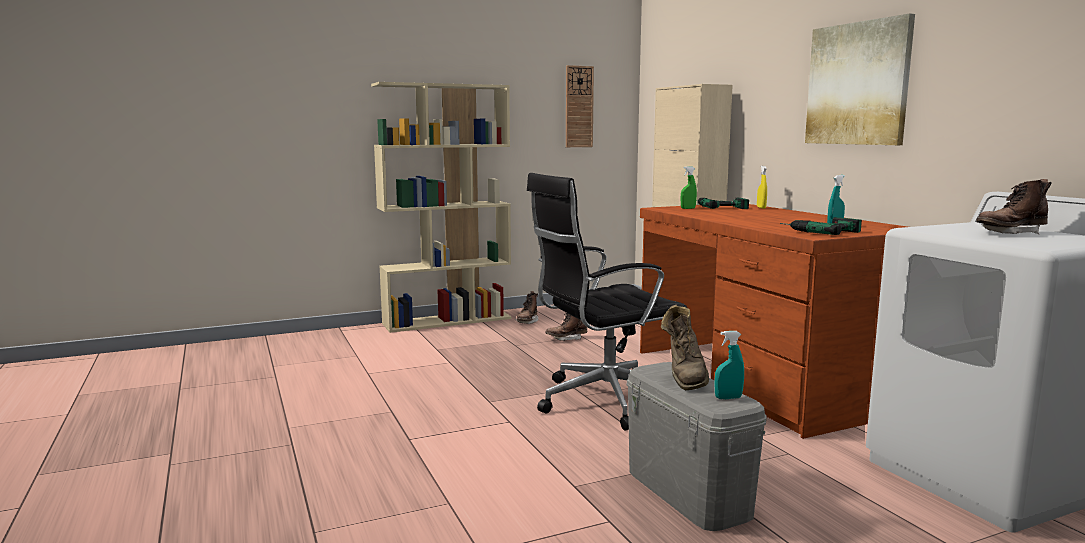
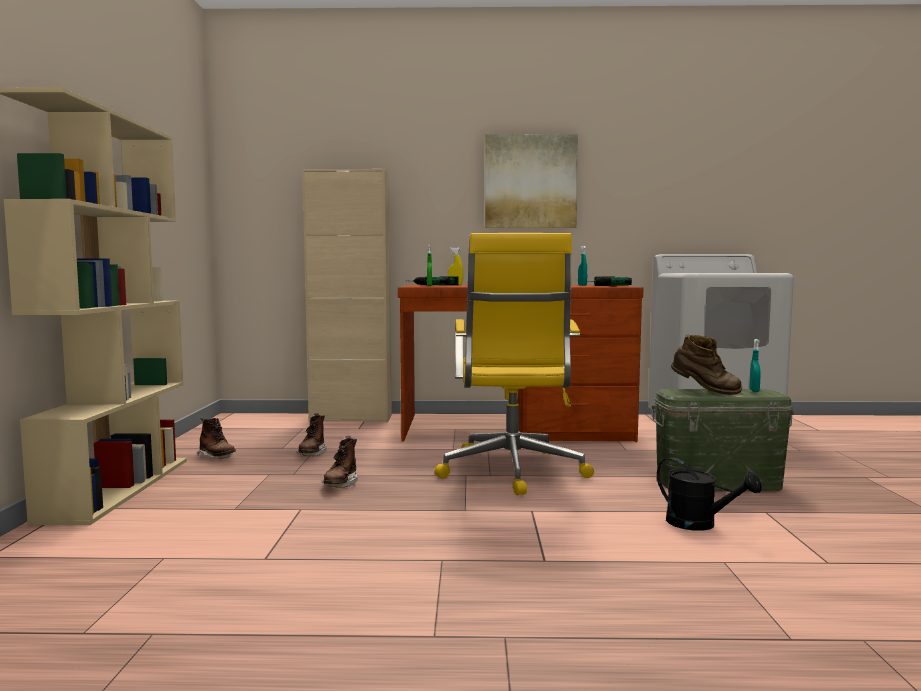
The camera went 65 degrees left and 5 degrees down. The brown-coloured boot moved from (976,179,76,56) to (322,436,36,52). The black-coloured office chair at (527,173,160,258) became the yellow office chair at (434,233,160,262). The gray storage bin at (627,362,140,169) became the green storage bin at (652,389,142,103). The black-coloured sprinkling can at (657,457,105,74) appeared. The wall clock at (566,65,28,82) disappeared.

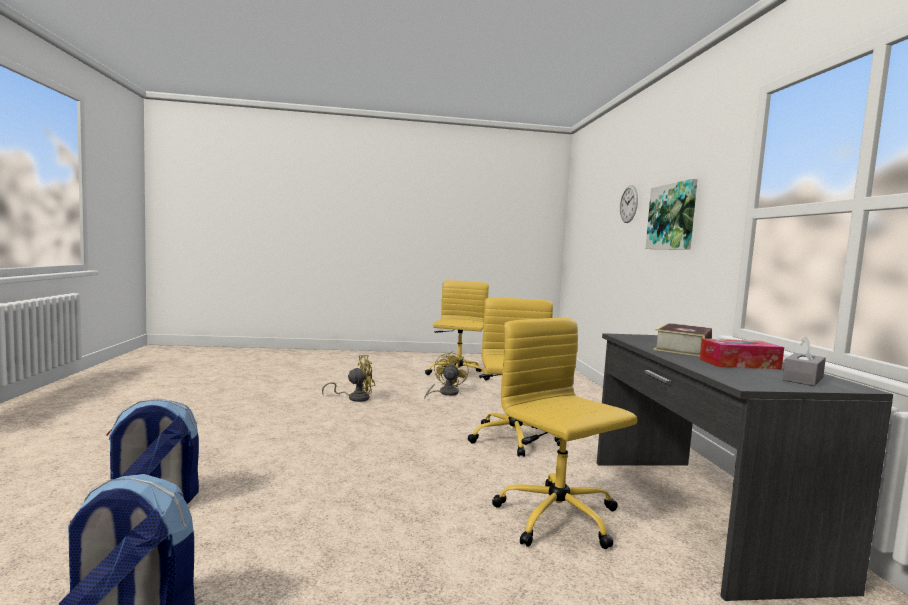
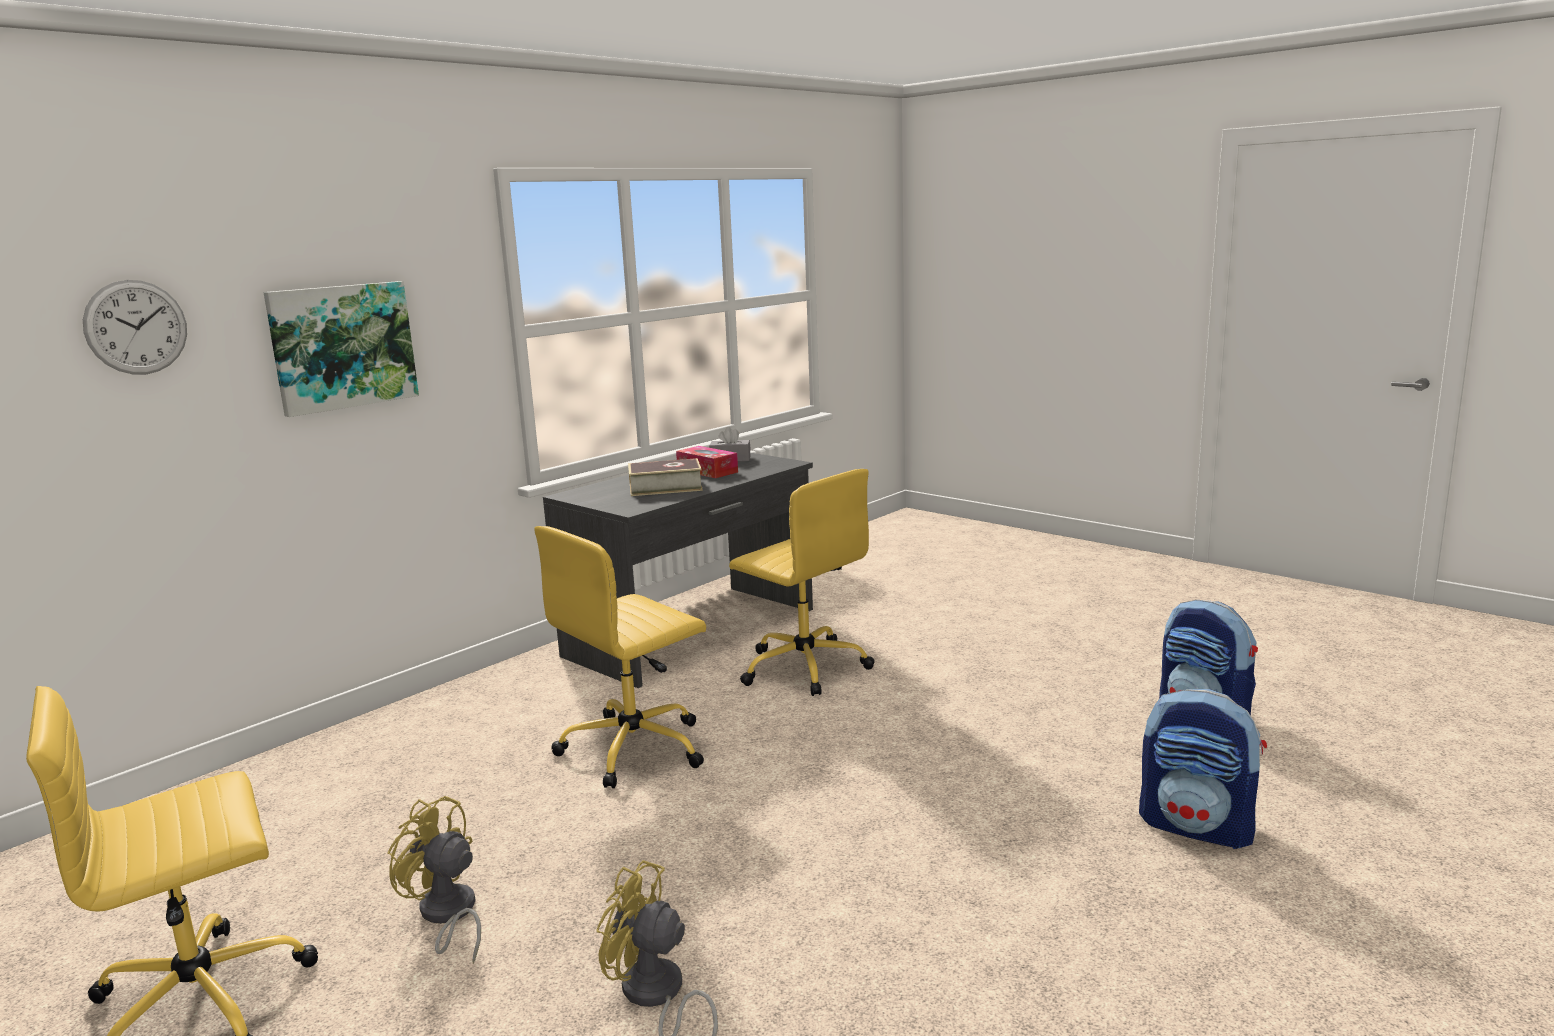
The camera went 130 degrees left and 10 degrees up. The yellow fan at (425,351,44,47) turned 60 degrees clockwise. The yellow office chair at (492,318,145,231) turned 60 degrees counterclockwise.

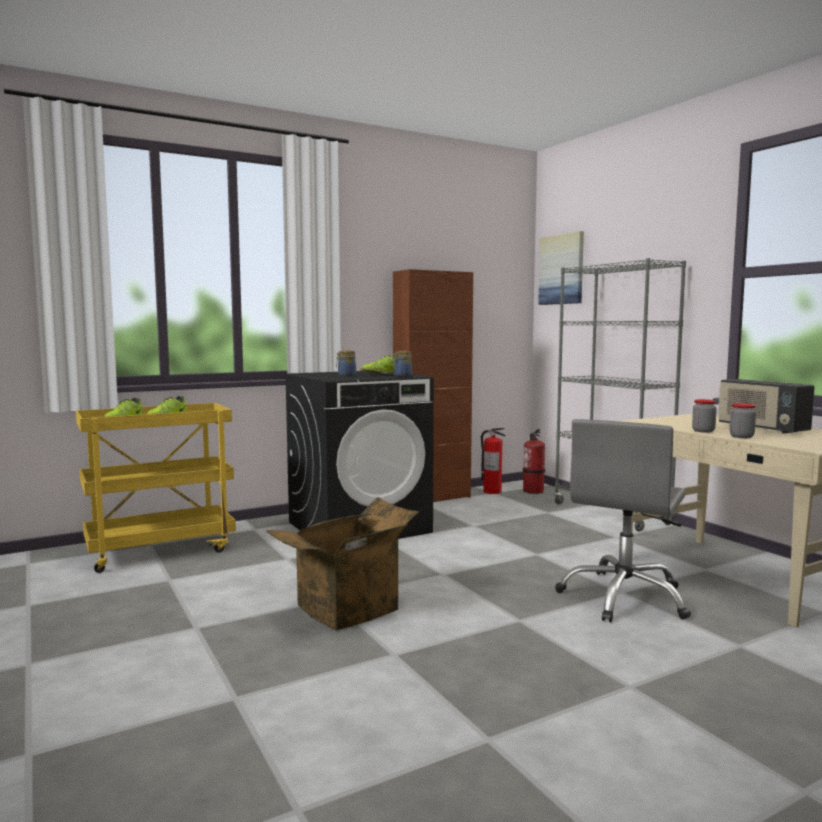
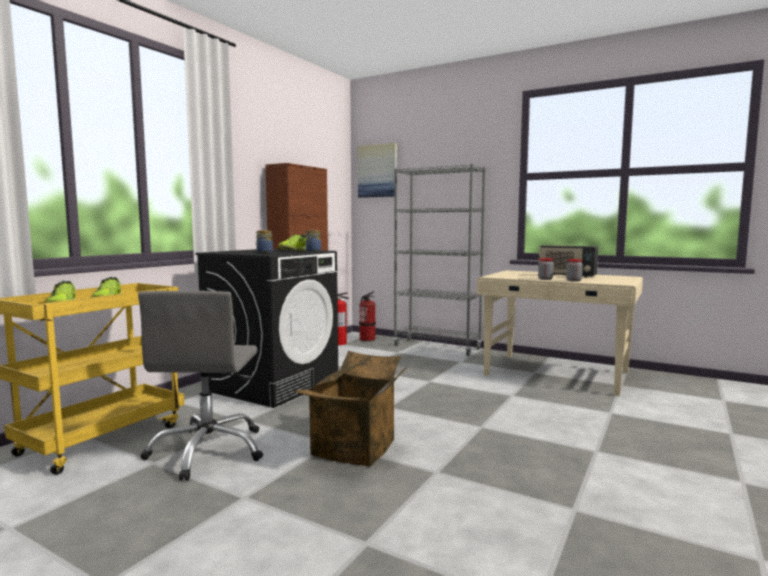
The camera went 30 degrees left and 0 degrees up. The gray office chair moved from (555,419,136,203) to (138,291,125,189).

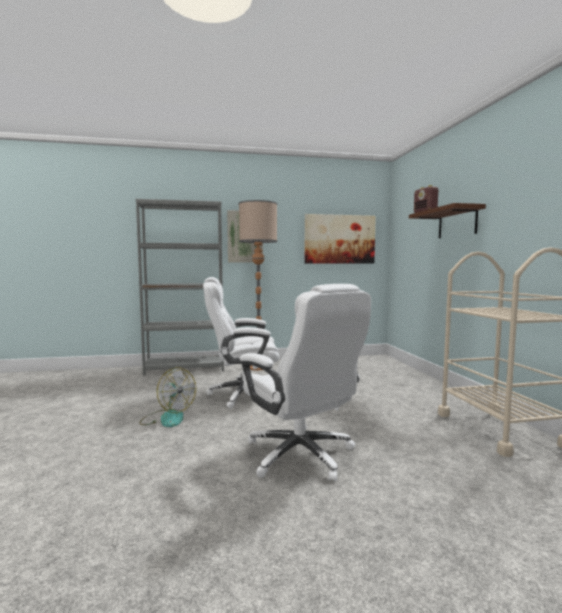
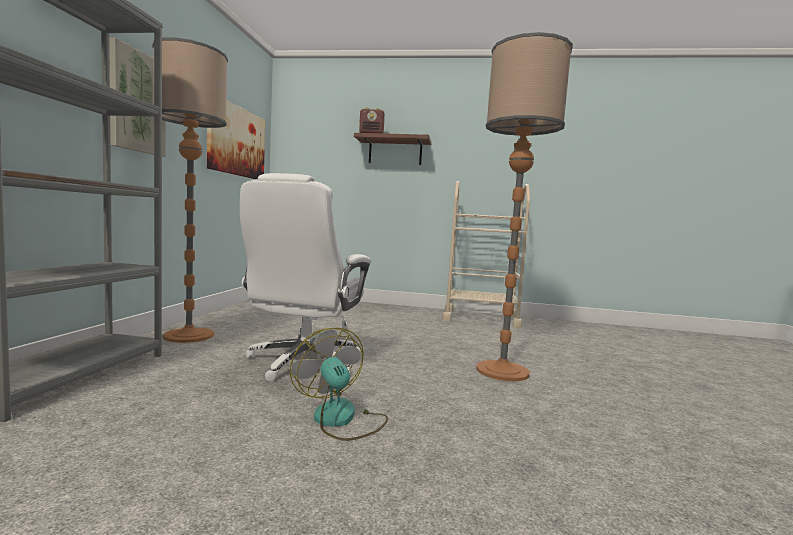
The camera went 70 degrees left and 0 degrees up. The fan at (140,367,56,60) turned 90 degrees counterclockwise. The white-coloured office chair at (240,284,131,198) was replaced by the standard lamp at (476,32,97,349).

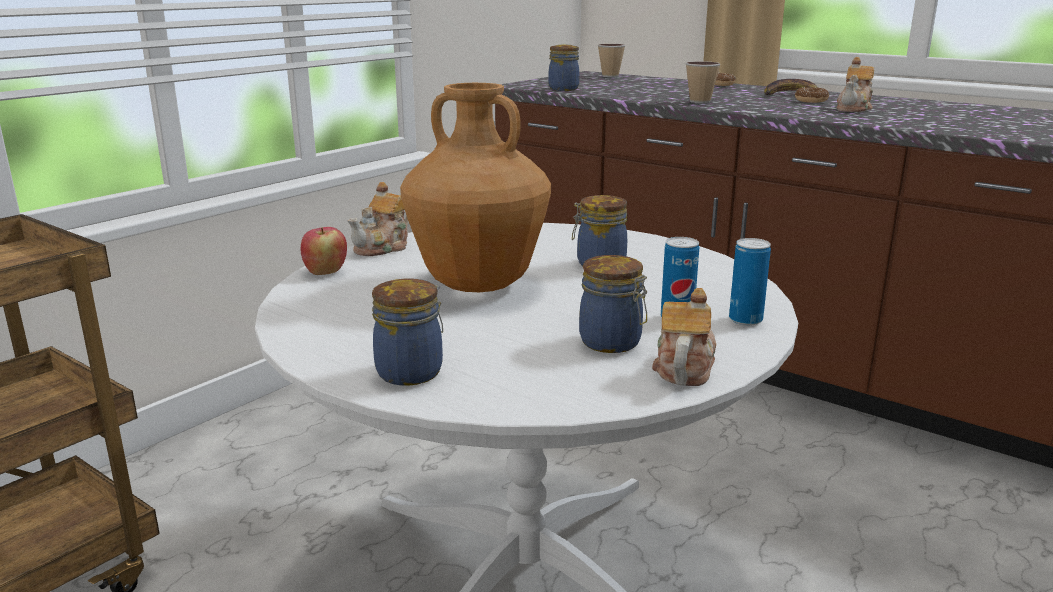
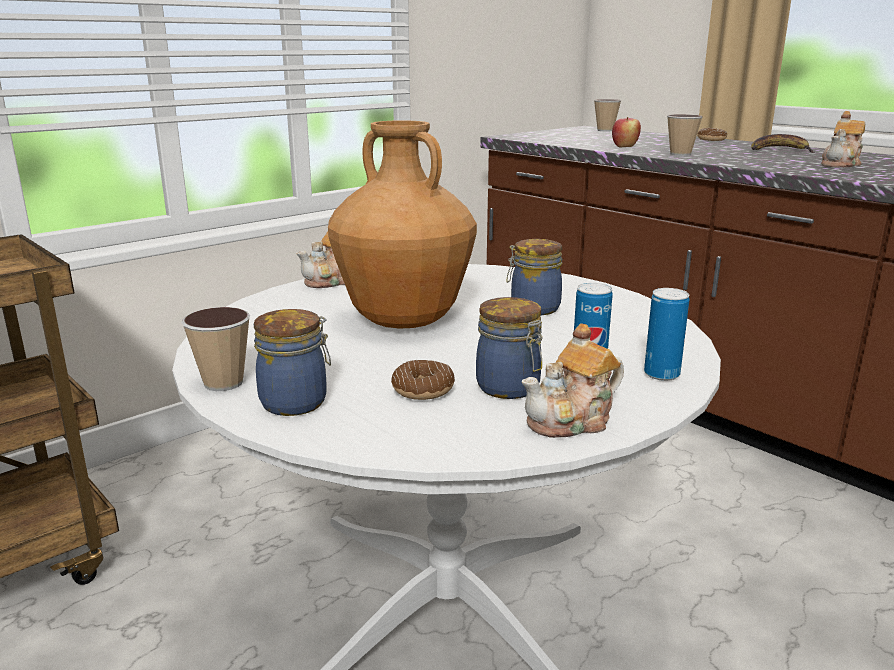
The camera went 10 degrees right and 0 degrees up. The cup at (181,307,69,84) appeared. The donut moved from (795,87,34,16) to (391,360,64,40). The teapot at (652,288,64,98) turned 150 degrees counterclockwise. The whole apple moved from (301,227,46,48) to (612,117,29,31). The preserve jar at (548,45,31,46) disappeared.

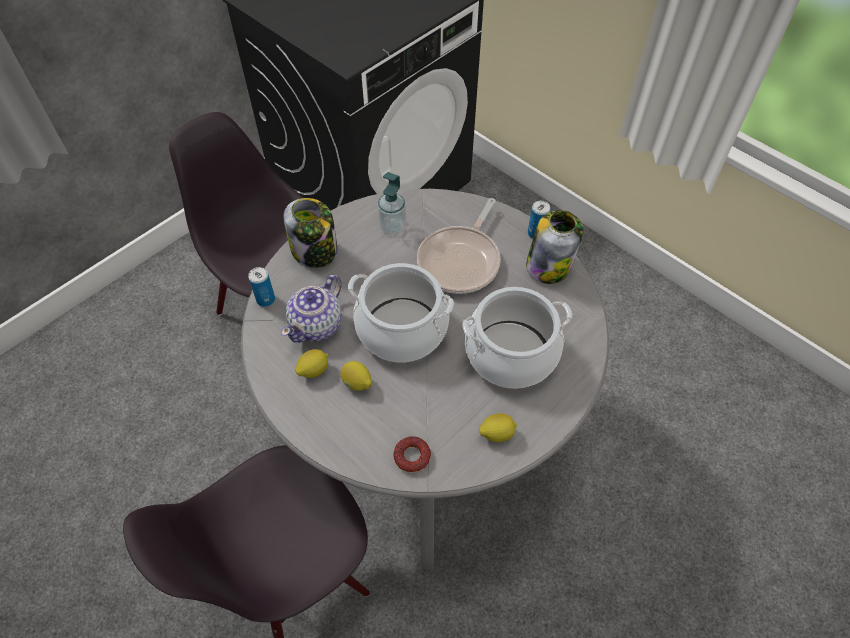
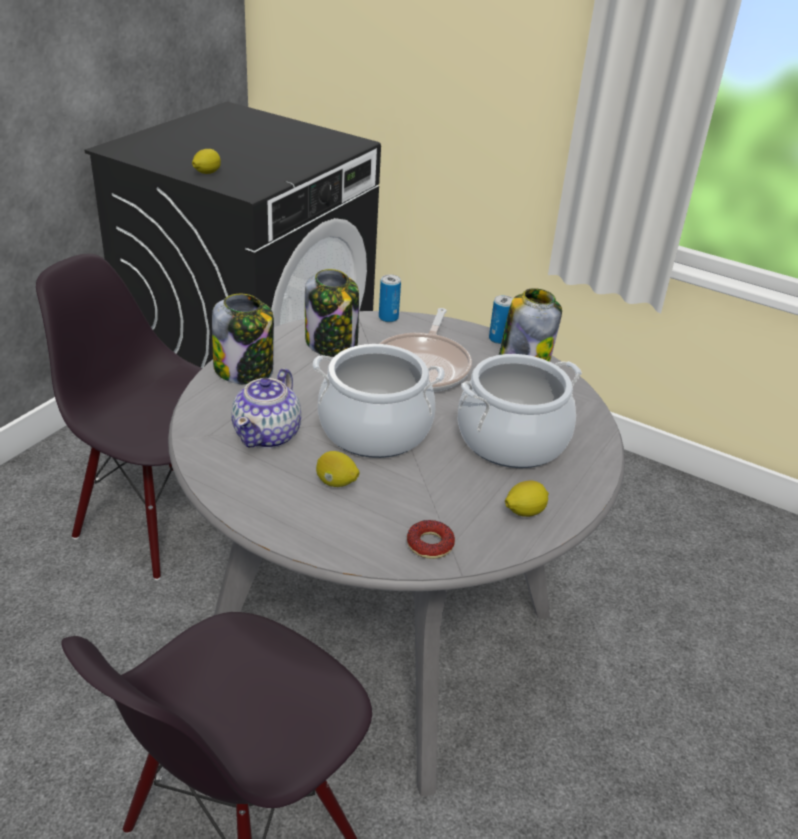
The camera went 15 degrees left and 20 degrees down. The citrus fruit moved from (295,349,33,29) to (192,149,29,25). The soap bottle at (377,172,29,62) was replaced by the preserve jar at (305,269,54,88). The can moved from (248,267,27,40) to (379,274,22,48).

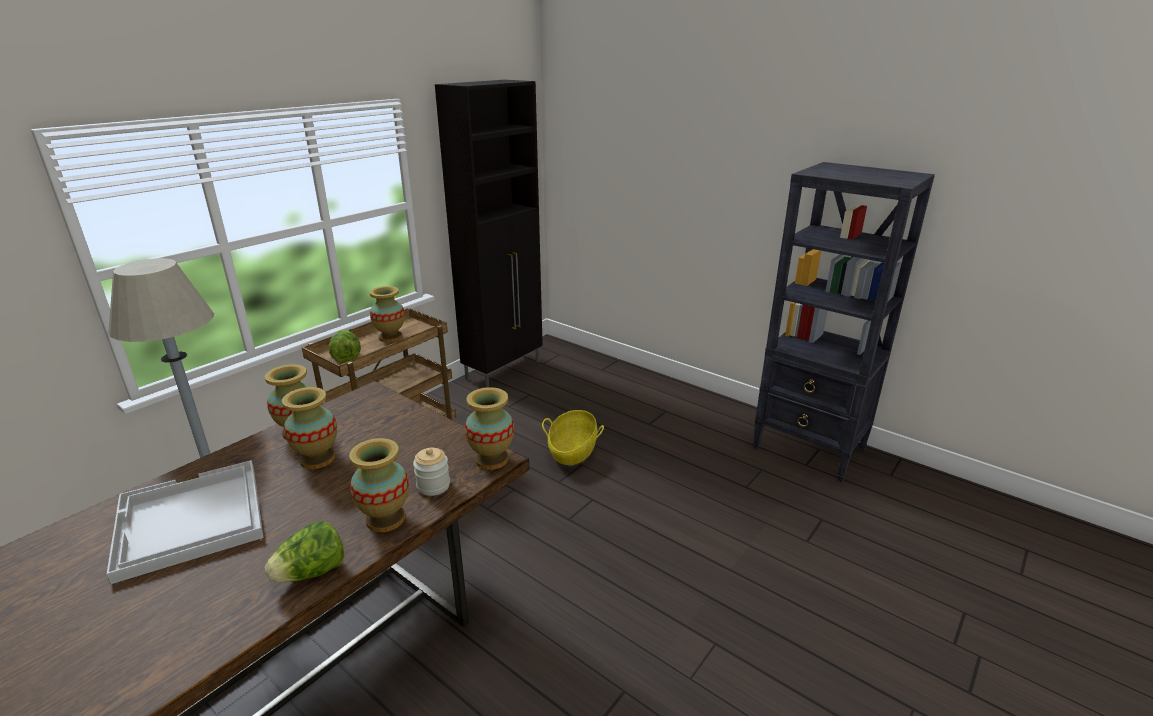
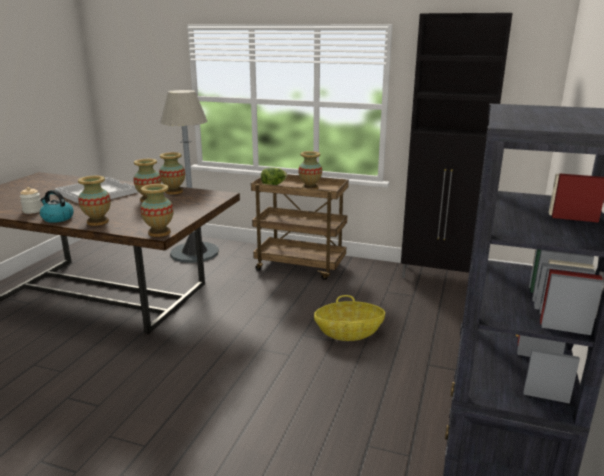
The camera went 70 degrees right and 5 degrees down. The preserve jar moved from (413,448,37,48) to (19,187,23,27). The head of lettuce at (265,521,79,62) was replaced by the kettle at (40,190,34,33).

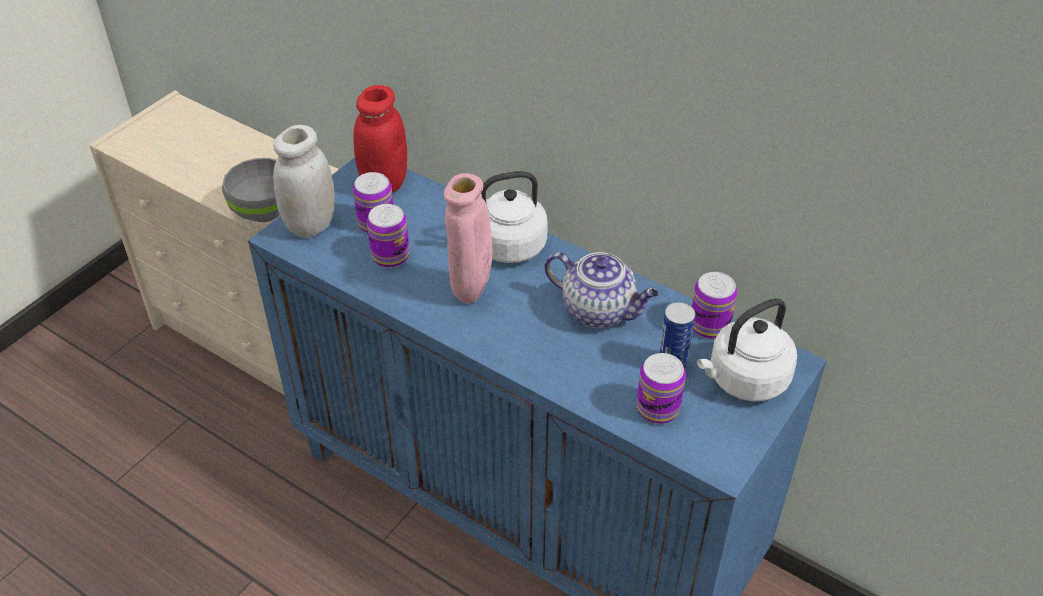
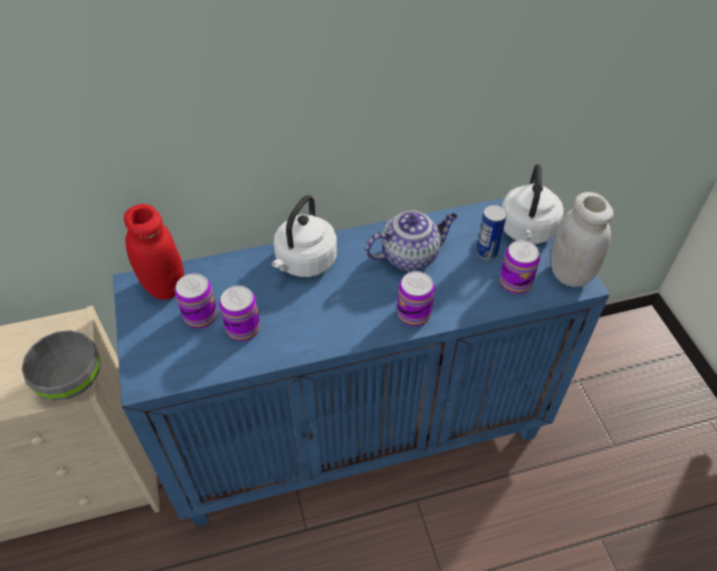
The camera went 50 degrees left and 5 degrees up. The can moved from (692,272,45,67) to (397,271,38,55). The white-coloured preserve jar moved from (273,125,62,113) to (551,192,63,95). The pink-coloured decorative vase at (443,173,50,130) disappeared.

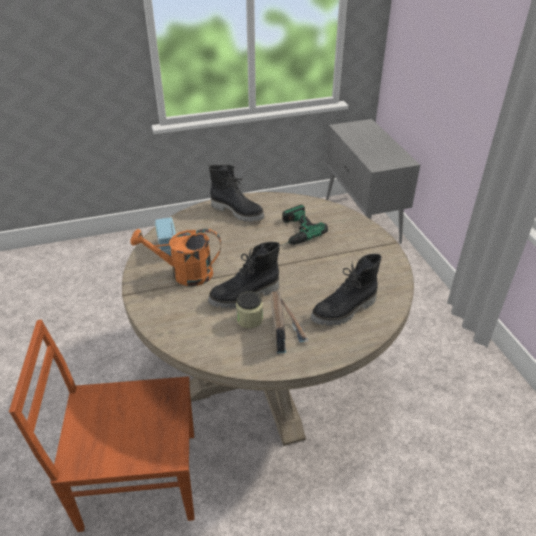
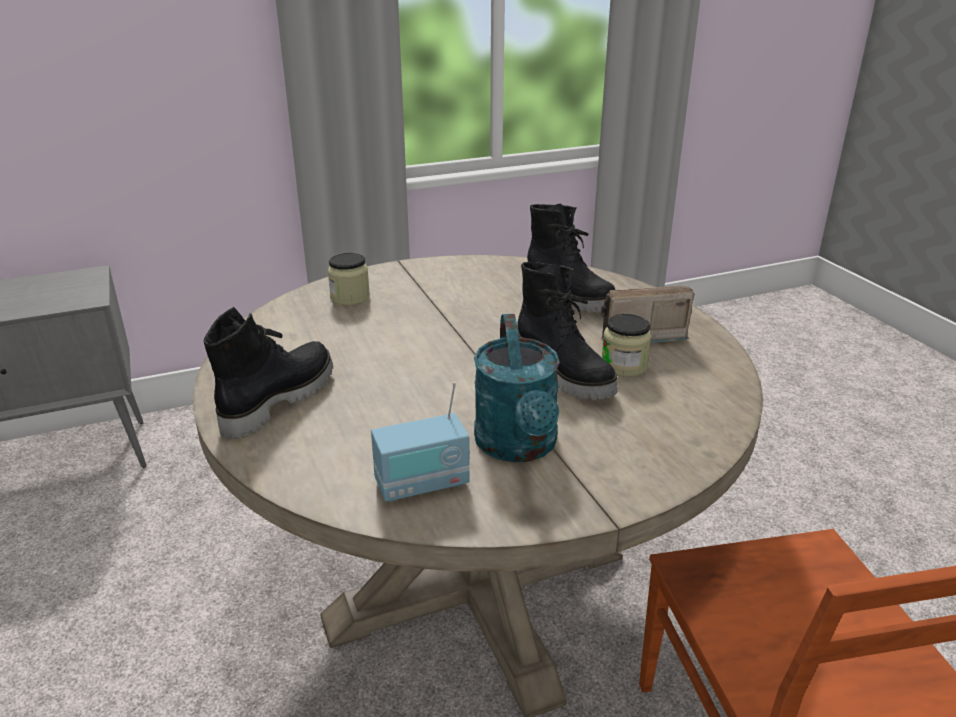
The camera went 95 degrees left and 10 degrees down. The preserve jar at (328,253,42,53) appeared. The orange-coloured sprinkling can at (130,229,91,57) became the turquoise sprinkling can at (474,314,86,148). The power drill at (280,205,48,41) disappeared.

